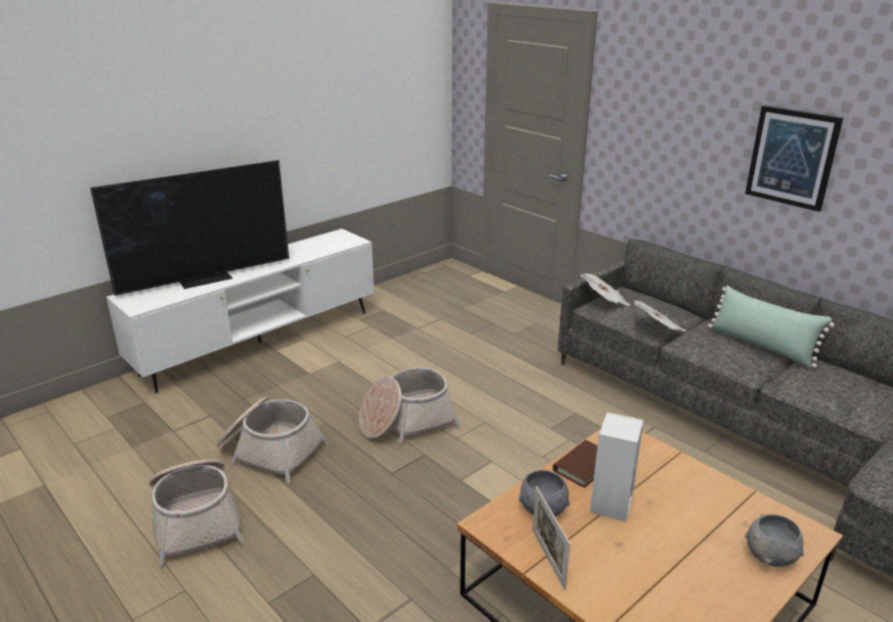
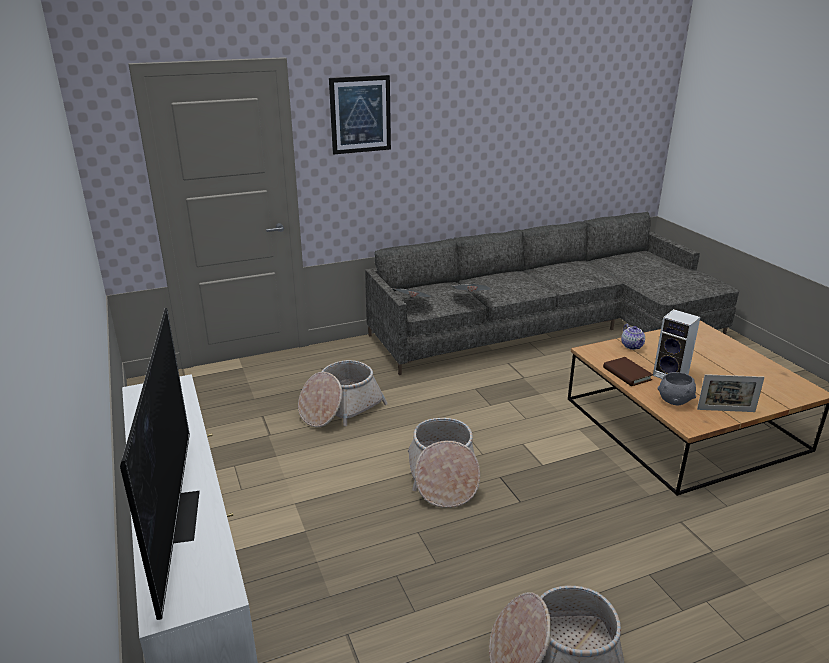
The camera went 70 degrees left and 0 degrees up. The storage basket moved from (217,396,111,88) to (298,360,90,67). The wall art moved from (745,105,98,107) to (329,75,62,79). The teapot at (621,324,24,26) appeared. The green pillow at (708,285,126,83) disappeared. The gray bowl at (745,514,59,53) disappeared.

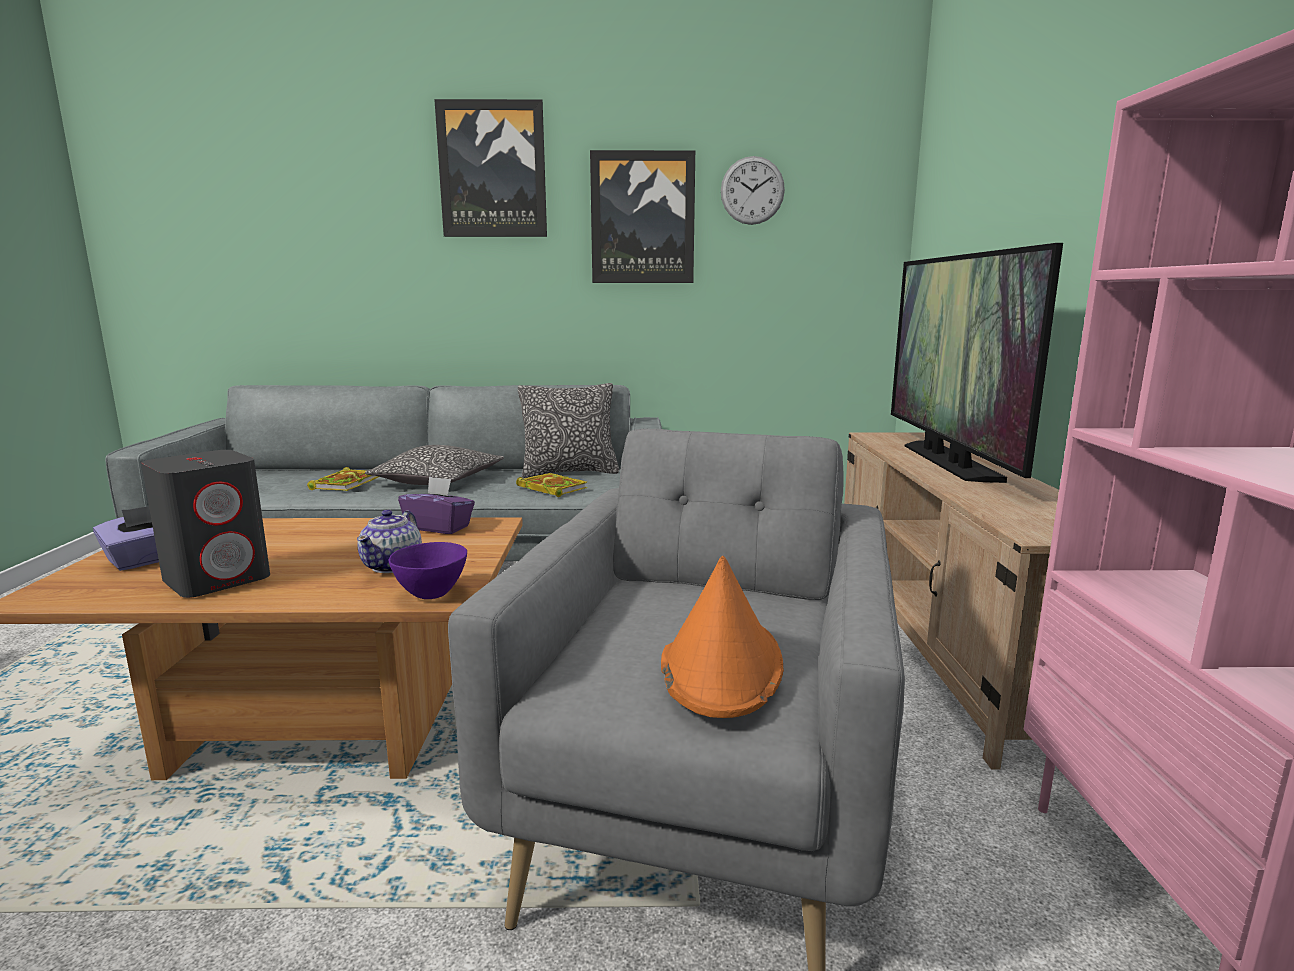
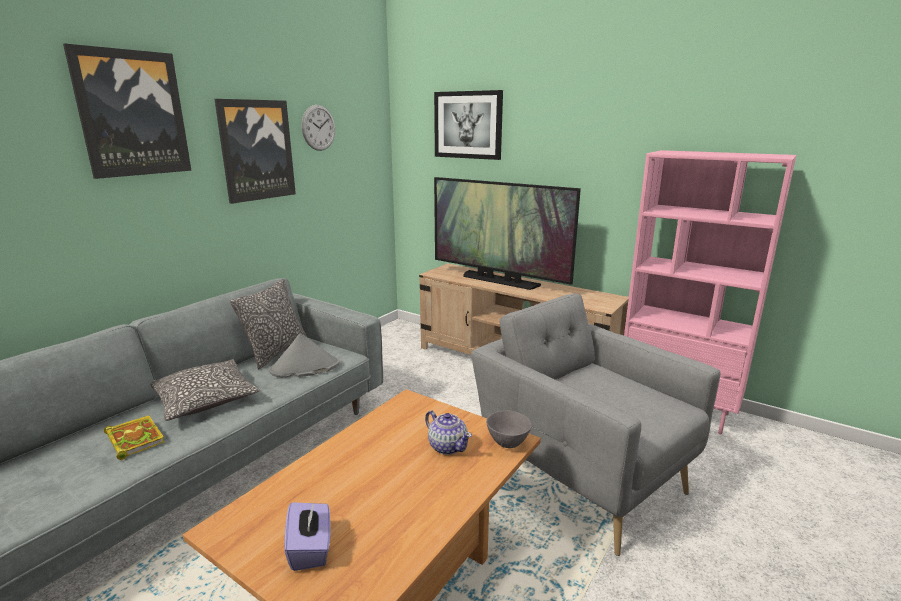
The camera went 55 degrees left and 5 degrees up. The bound book at (516,473,71,24) was replaced by the gray hat at (269,333,71,44). The wall art at (434,90,69,70) appeared. The purple-coloured bowl at (388,542,79,57) became the gray bowl at (486,411,46,37). The gray speaker at (141,450,129,148) disappeared. The purple-coloured box of tissues at (398,476,77,58) disappeared. The orange-coloured hat at (661,556,123,162) disappeared.

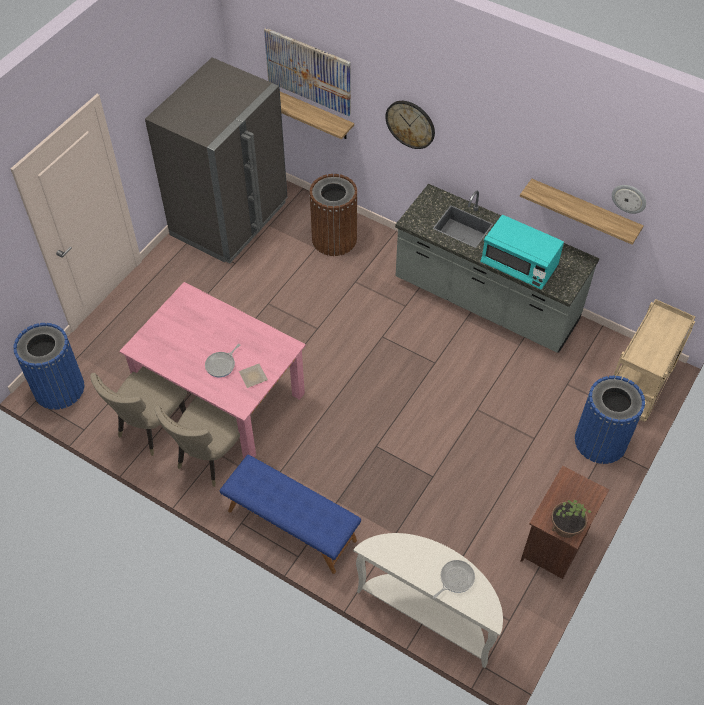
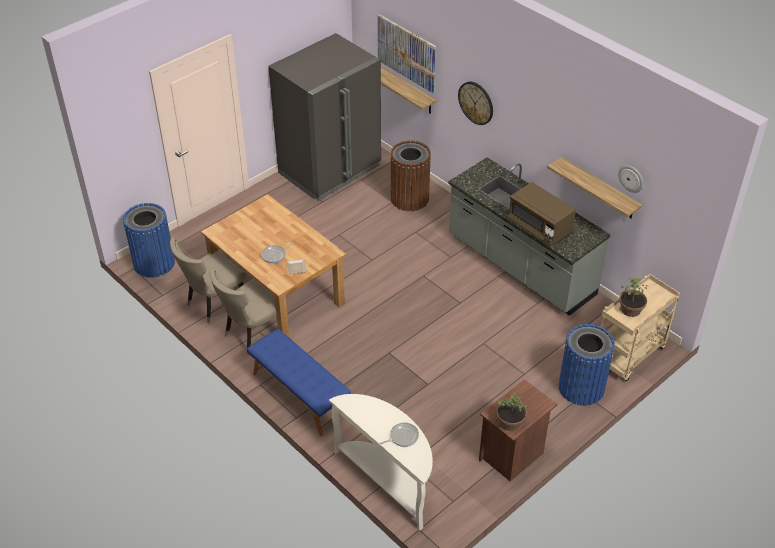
The camera went 15 degrees right and 10 degrees down. The pink-coloured kitchen table at (119,282,187,176) became the brown-coloured kitchen table at (201,194,145,144). The turquoise microwave oven at (480,215,84,75) became the brown-coloured microwave oven at (508,182,68,65). The houseplant at (619,278,29,39) appeared.

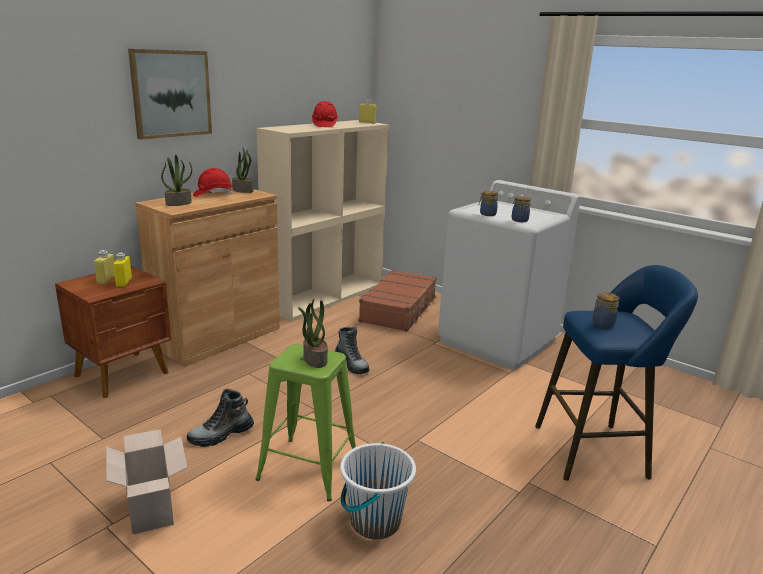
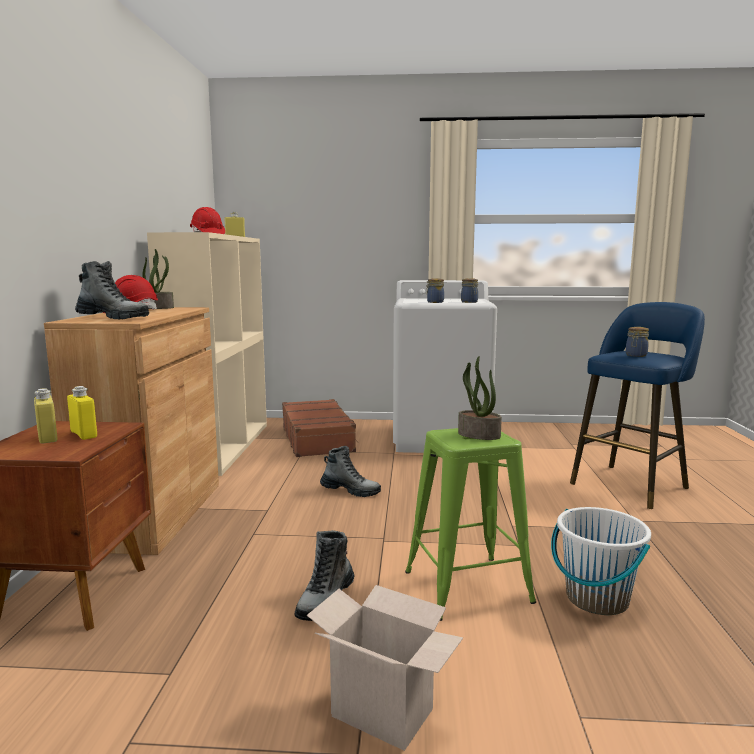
The camera went 35 degrees left and 10 degrees down. The houseplant at (161,155,31,51) was replaced by the boot at (75,261,74,58). The wall art at (128,49,84,90) disappeared.

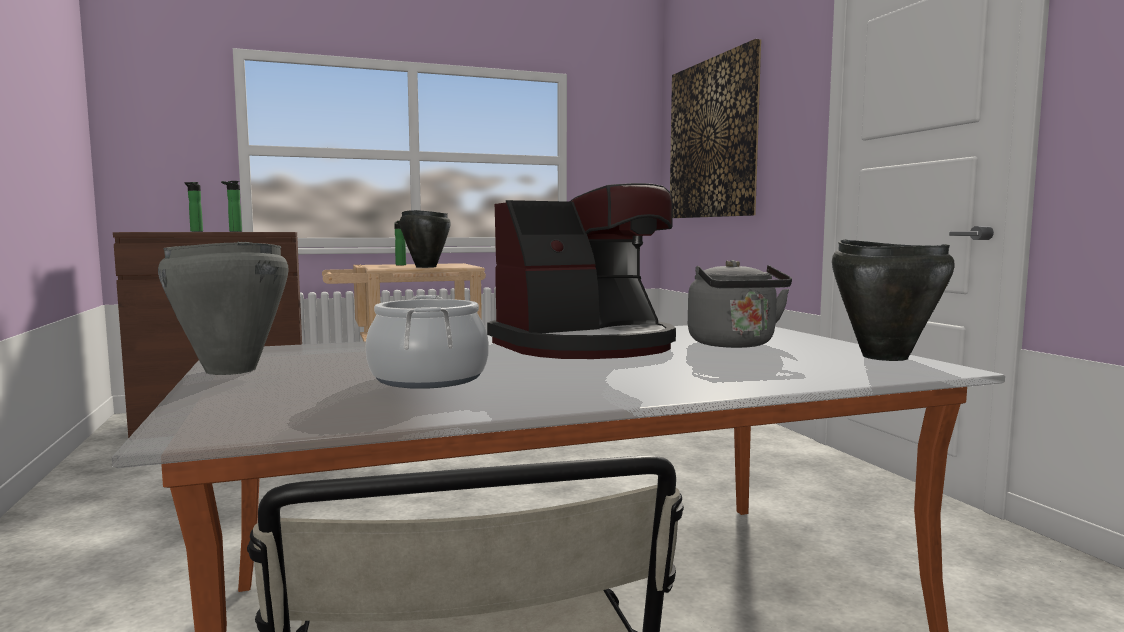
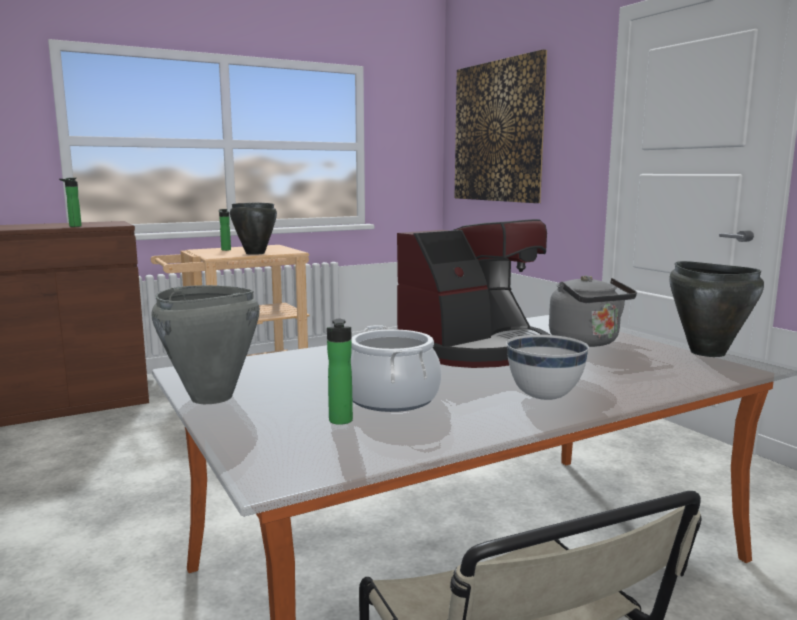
The camera went 10 degrees left and 5 degrees up. The bottle moved from (185,182,18,50) to (327,319,26,106). The white-coloured bowl at (506,335,83,65) appeared.

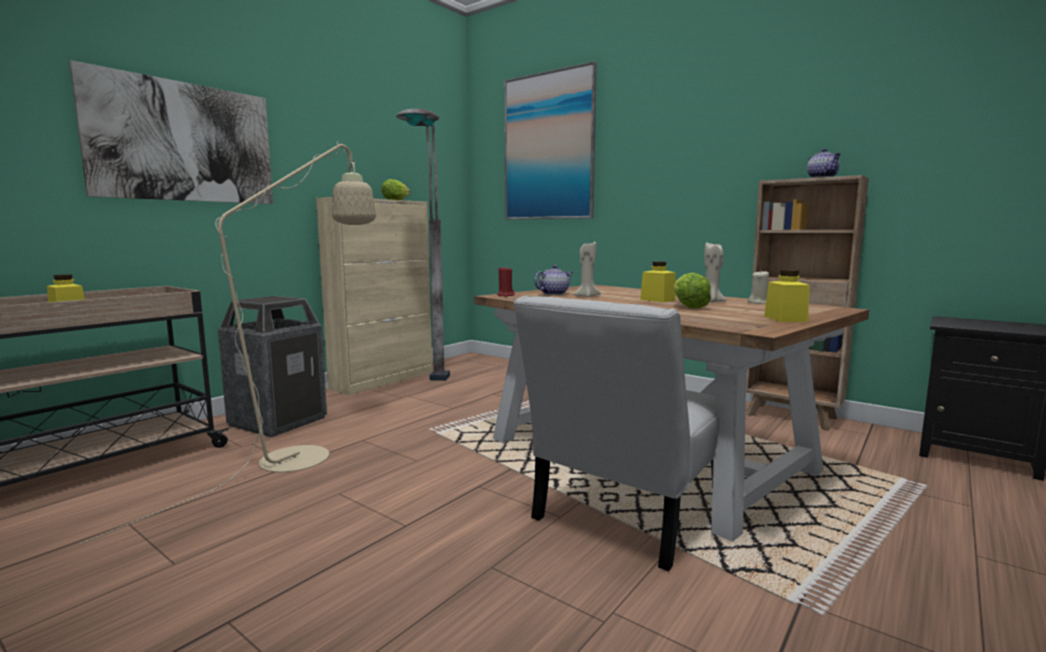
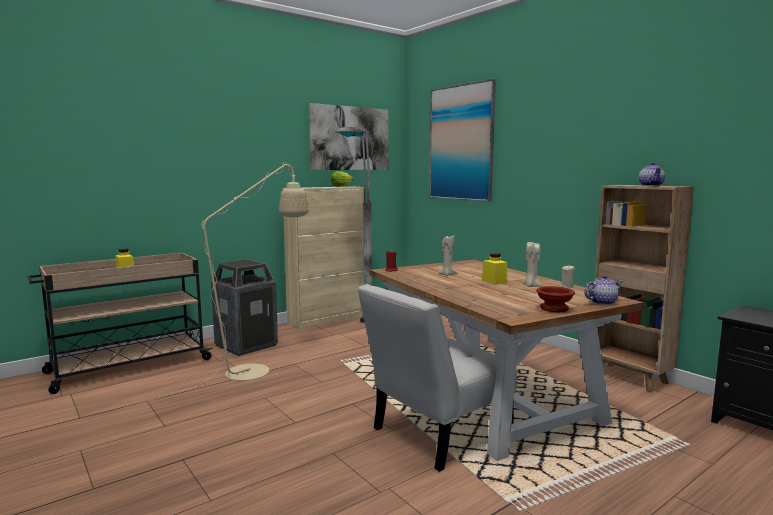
The camera went 15 degrees right and 0 degrees up. The wall art moved from (69,60,204,144) to (309,103,80,67). The yellow preserve jar at (764,270,46,52) was replaced by the brown-coloured bowl at (536,286,39,26). The teapot moved from (534,265,39,30) to (584,275,39,30). The head of lettuce at (674,273,37,36) disappeared.

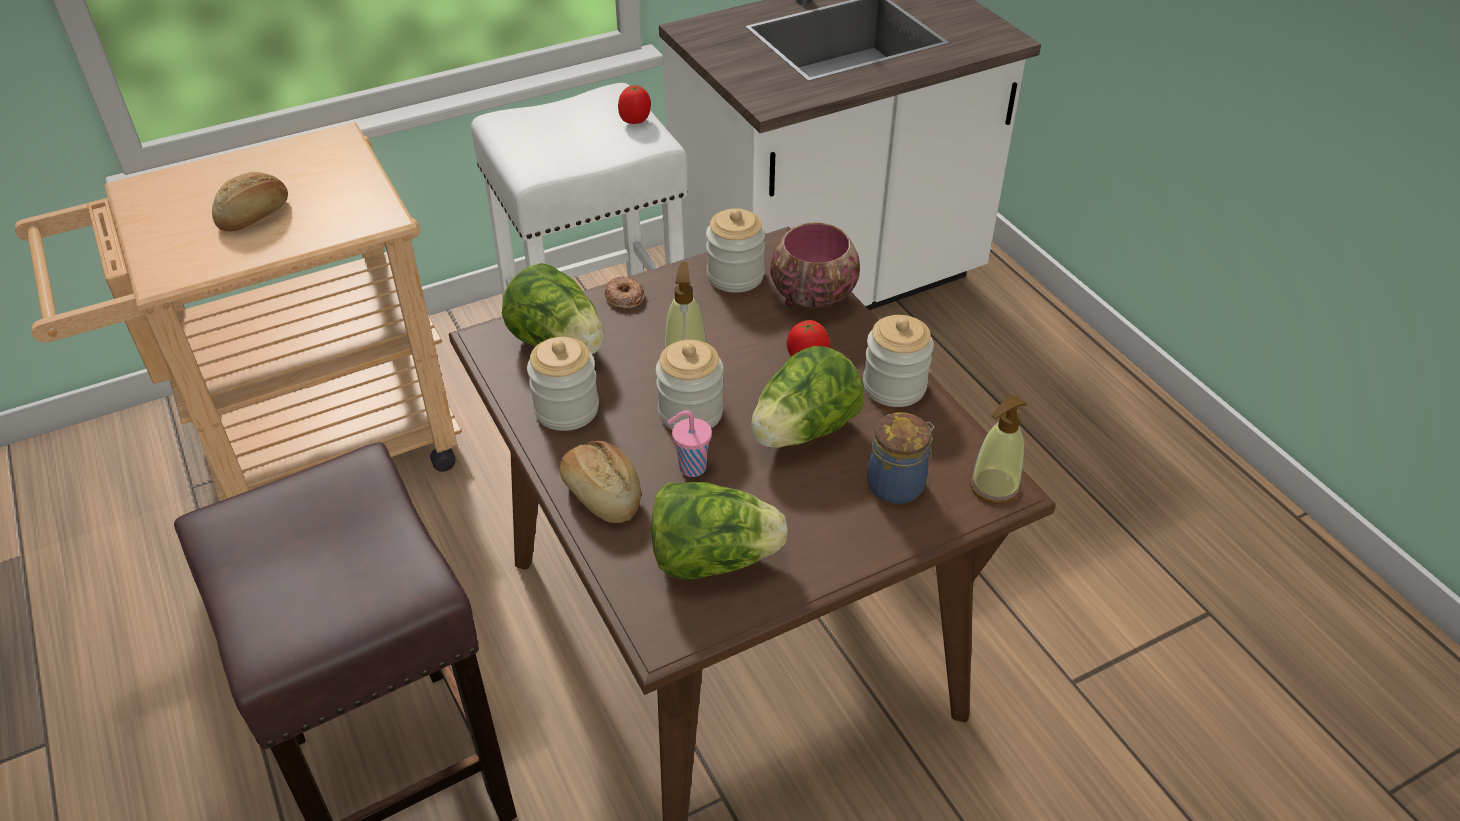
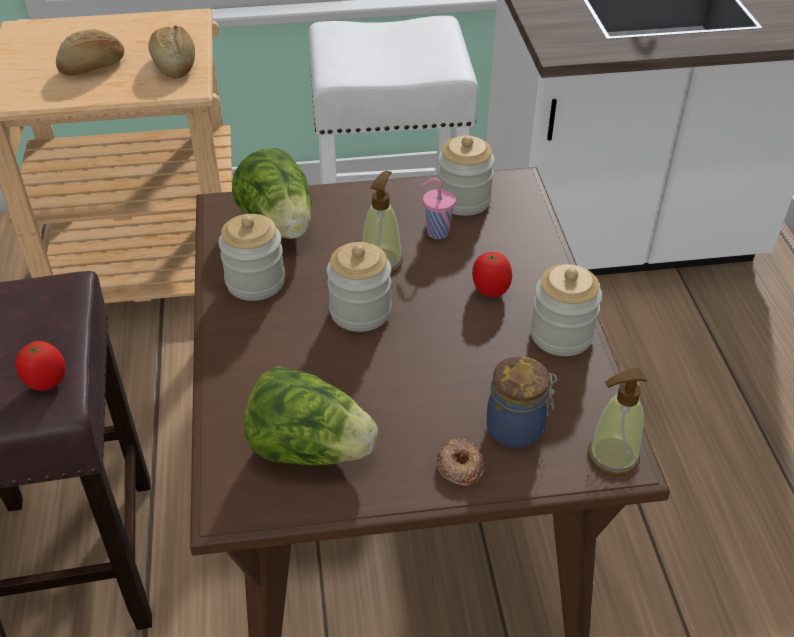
The camera went 20 degrees right and 0 degrees up. The tomato moved from (618,86,33,38) to (15,341,50,49). The bread moved from (560,441,81,82) to (149,25,46,54). The pink-coloured cup moved from (667,410,45,67) to (420,178,36,61). The donut moved from (604,276,40,32) to (436,439,49,47). The head of lettuce at (751,346,113,102) disappeared. The bowl at (771,223,89,85) disappeared.

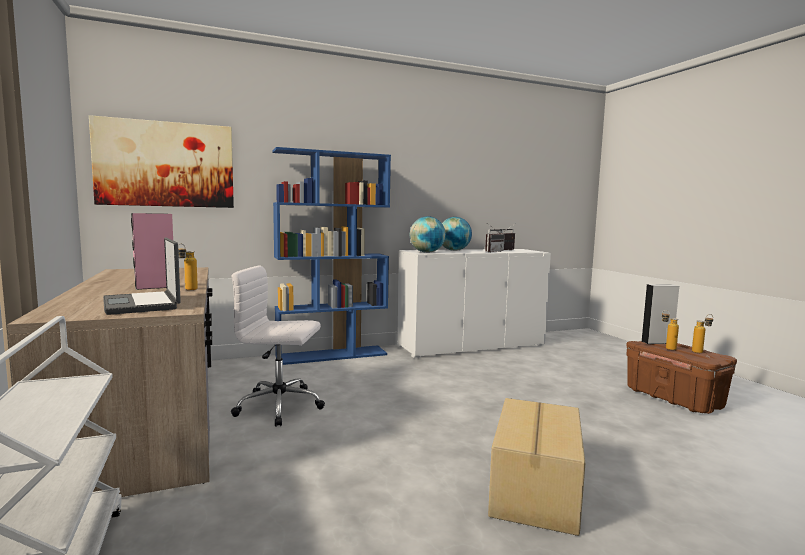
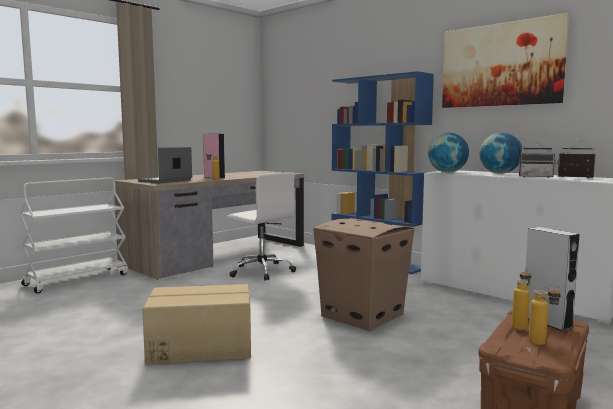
The camera went 65 degrees right and 0 degrees up. The white-coloured office chair at (231,265,94,162) turned 150 degrees clockwise. The packing box at (314,219,101,112) appeared. The wall art moved from (89,115,145,93) to (442,13,127,95).

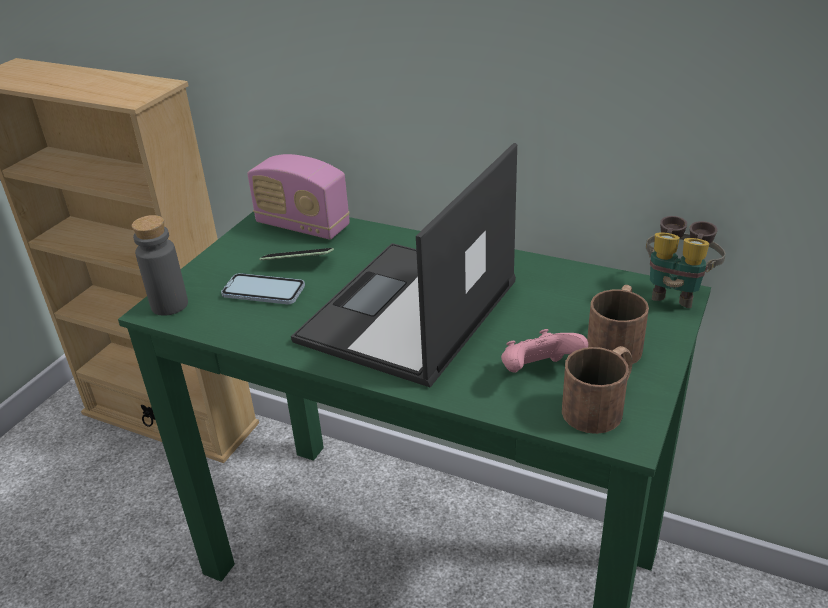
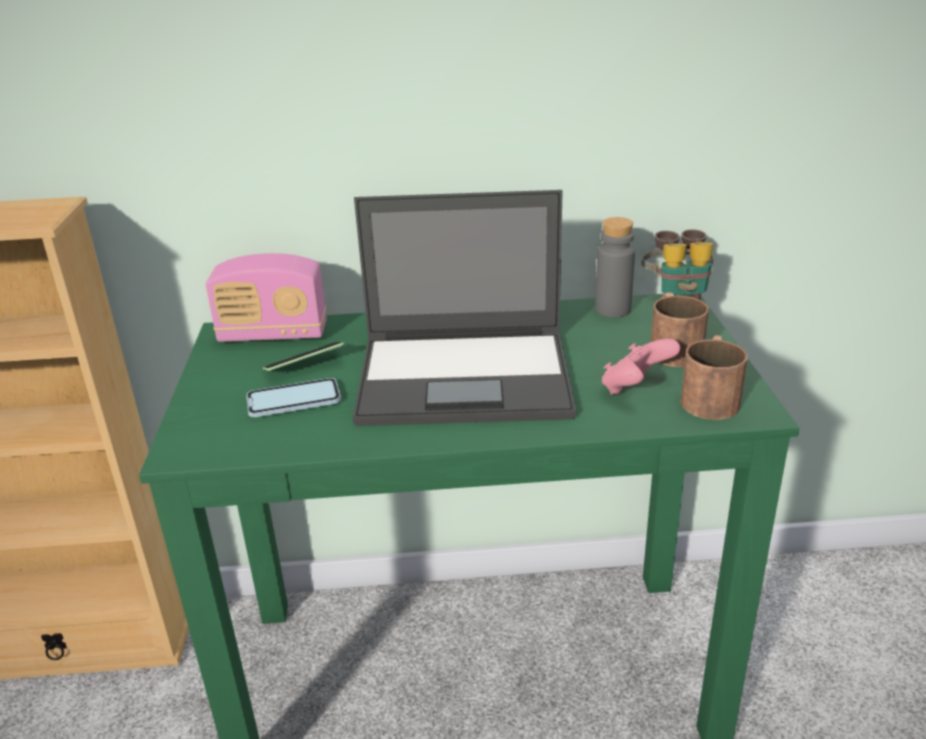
The camera went 30 degrees left and 5 degrees down. The notebook computer at (291,143,226,245) turned 90 degrees counterclockwise. The gray bottle moved from (132,215,56,101) to (595,217,40,100).

